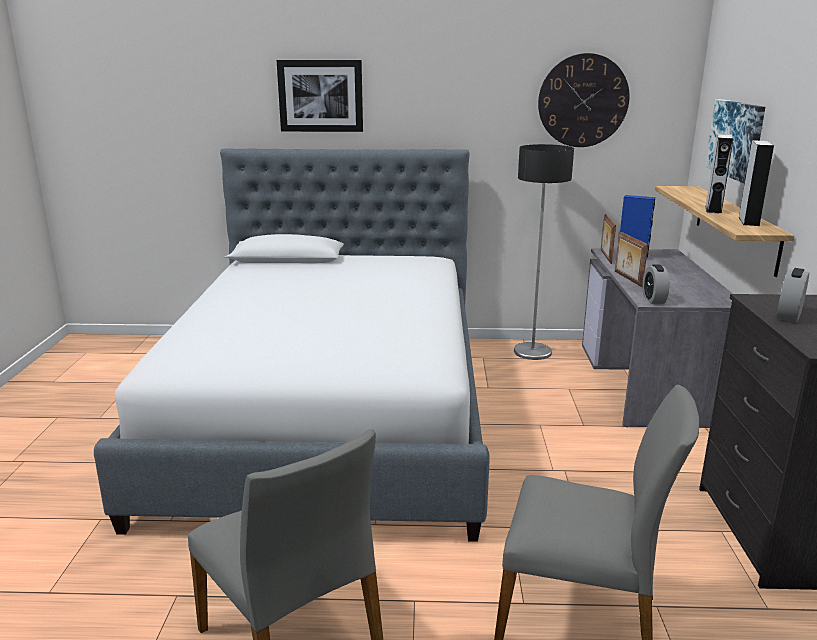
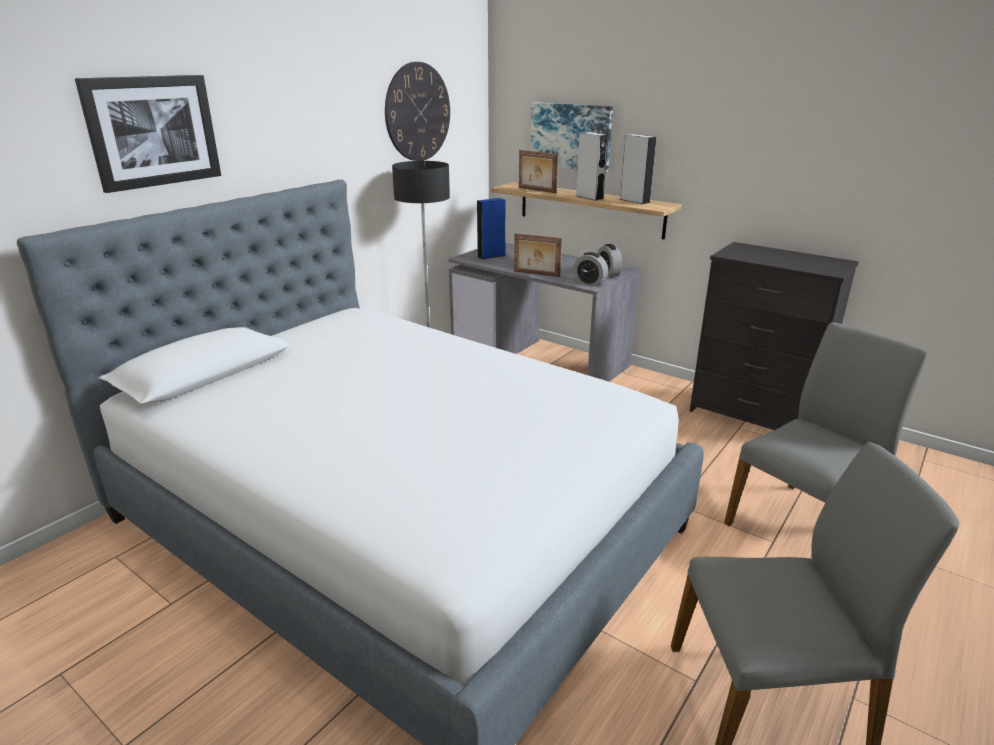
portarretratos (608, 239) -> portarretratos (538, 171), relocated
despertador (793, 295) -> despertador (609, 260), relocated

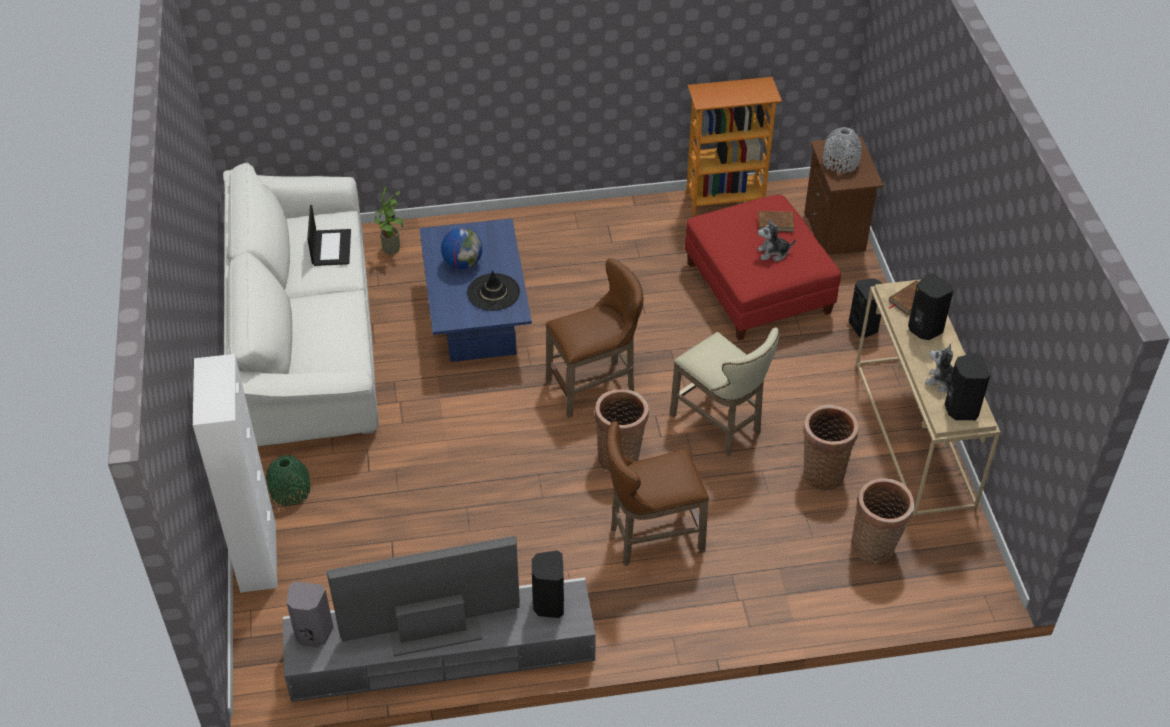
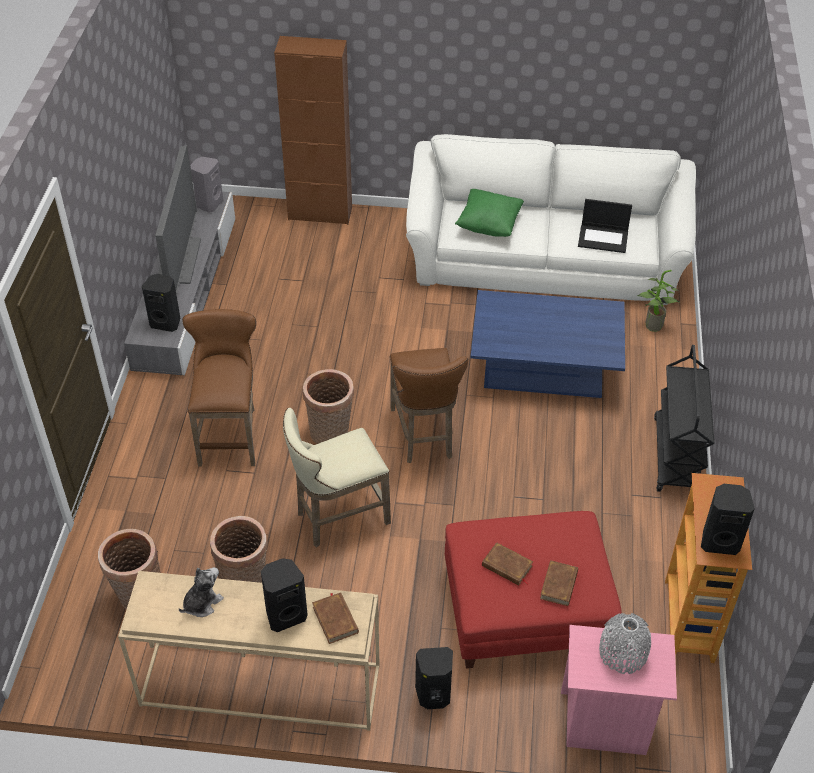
mesita de noche/marrón (844, 195) -> mesita de noche/rosa (619, 690)
peluche (776, 240) -> libro/marrón (507, 563)
globo terráqueo (461, 248) -> none
sombrero/negro (493, 290) -> none
altavoz/negro (967, 386) -> altavoz/negro (728, 519), relocated
armario/blanco (235, 473) -> armario/marrón (313, 130)
florero/verde (288, 480) -> none
none -> cojín/verde (489, 213)
none -> carrito/negro (684, 418)

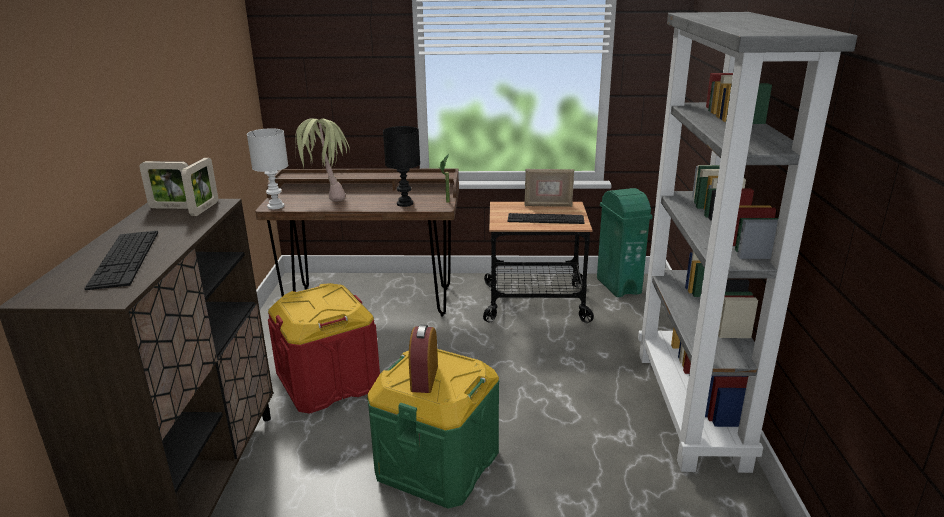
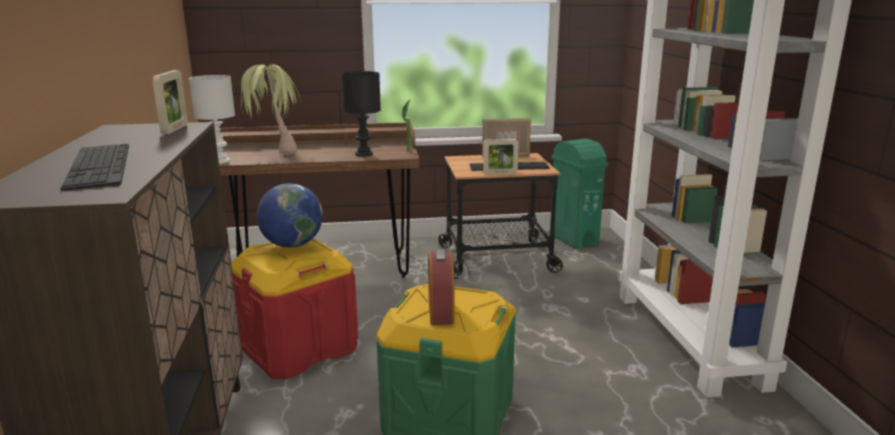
portarretratos (163, 185) -> portarretratos (501, 156), relocated
none -> globo terráqueo (290, 215)

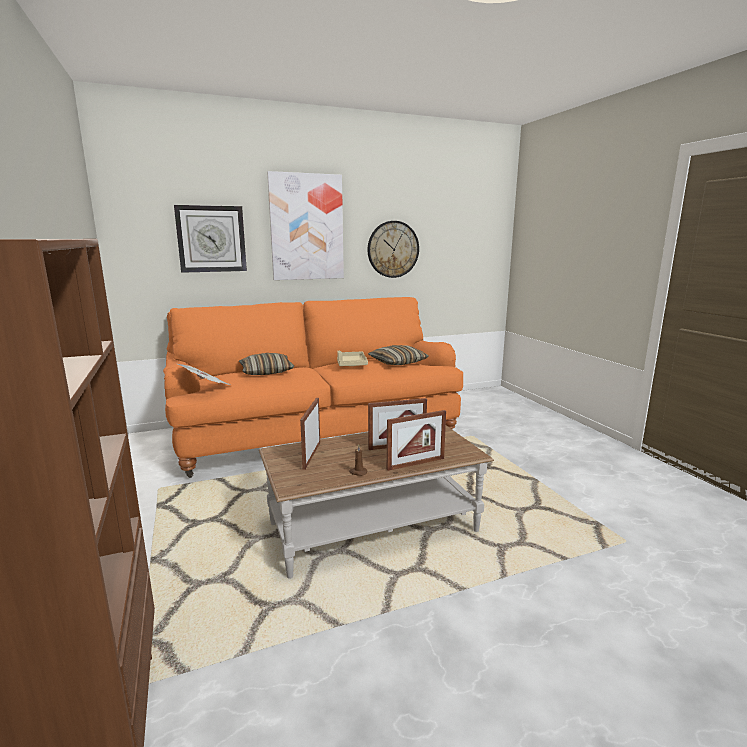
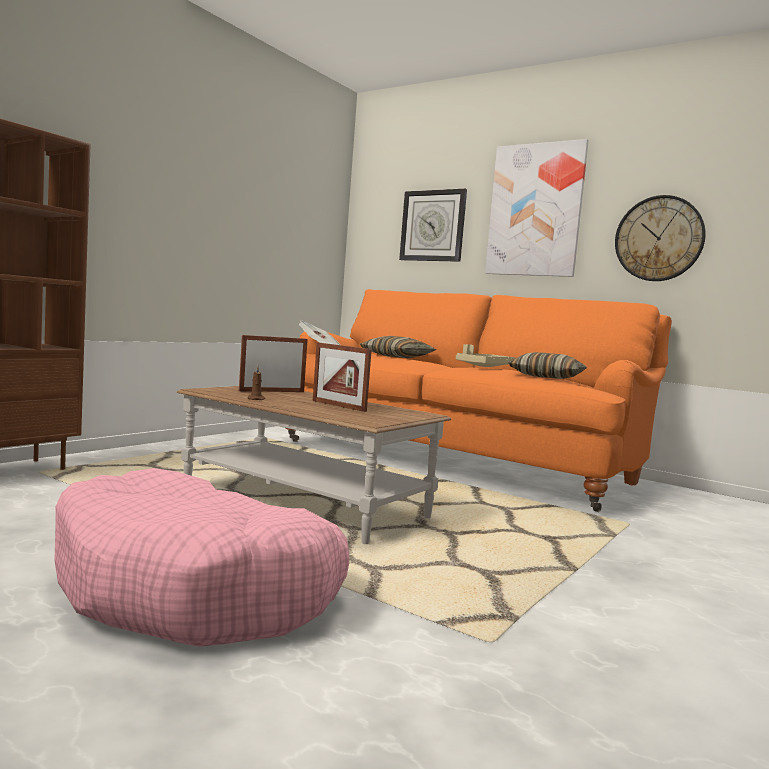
portarretratos (416, 440) -> none
none -> cama para perro/rosa (201, 557)

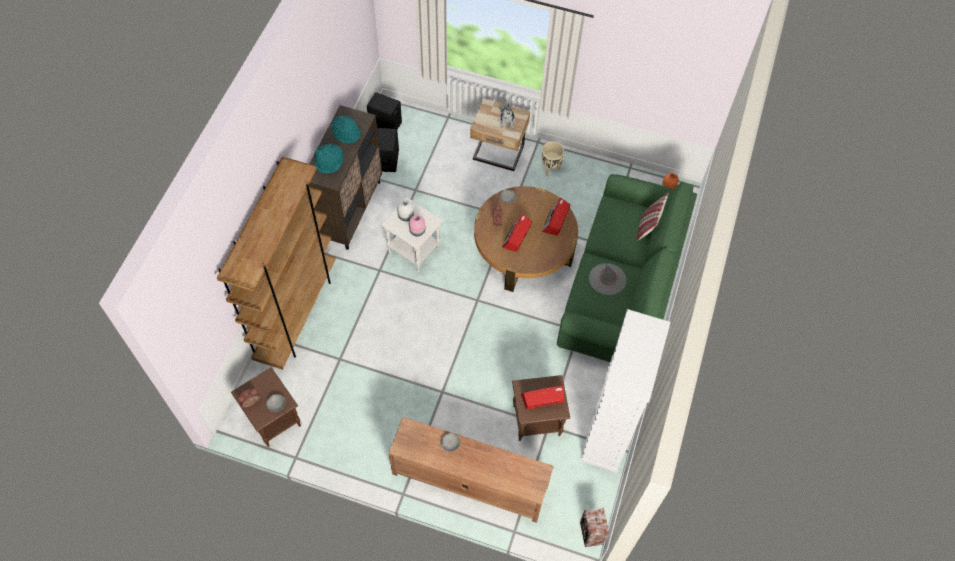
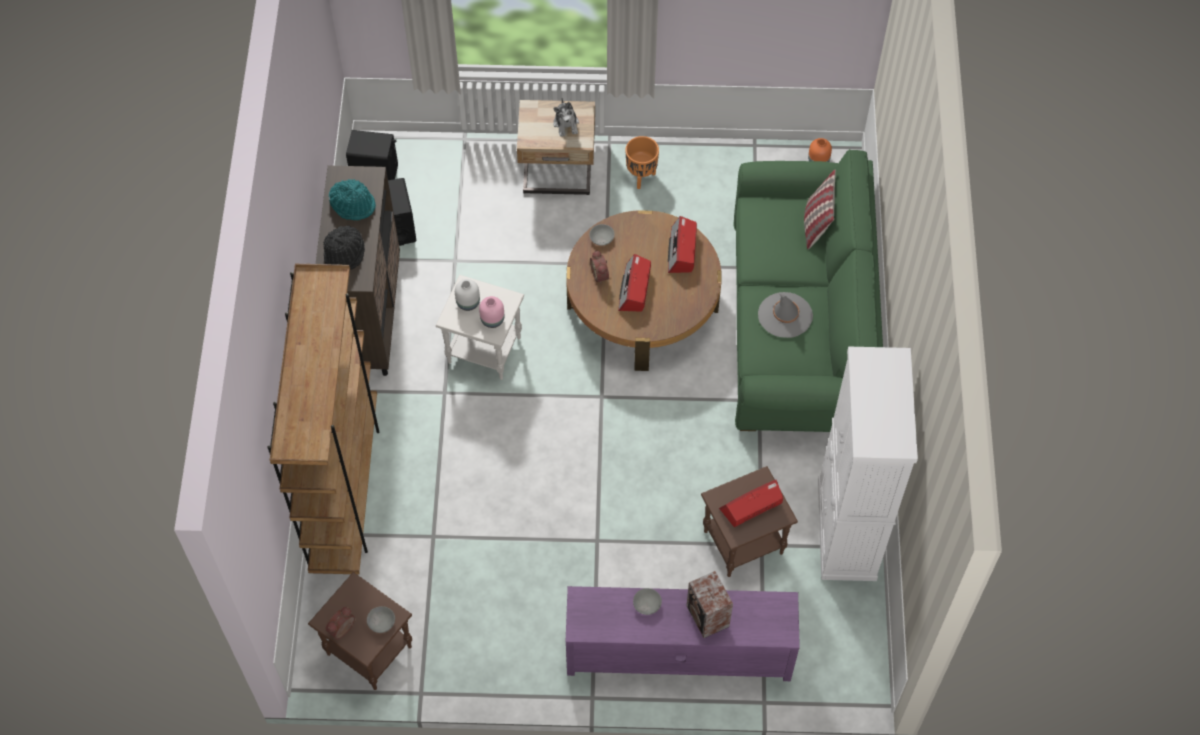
maceta/beis (553, 159) -> maceta/naranja (642, 162)
sombrero/turquesa (329, 159) -> sombrero/negro (344, 248)
mueble de televisión/marrón (471, 470) -> mueble de televisión/morado (682, 633)
altavoz (594, 527) -> altavoz (709, 604), relocated

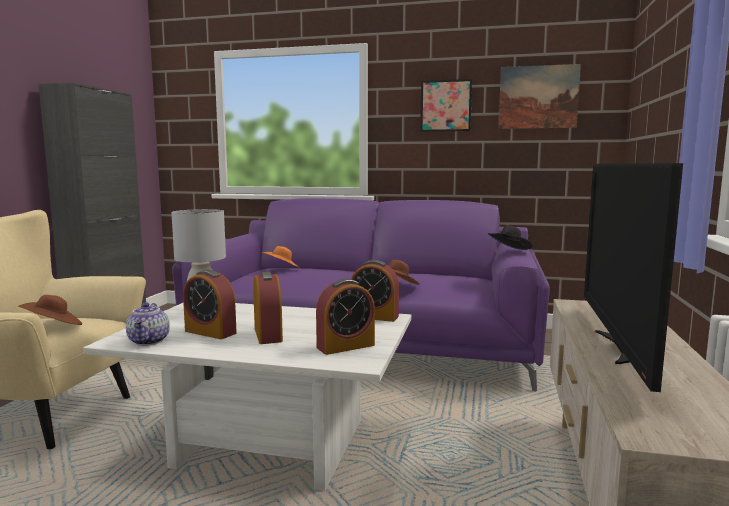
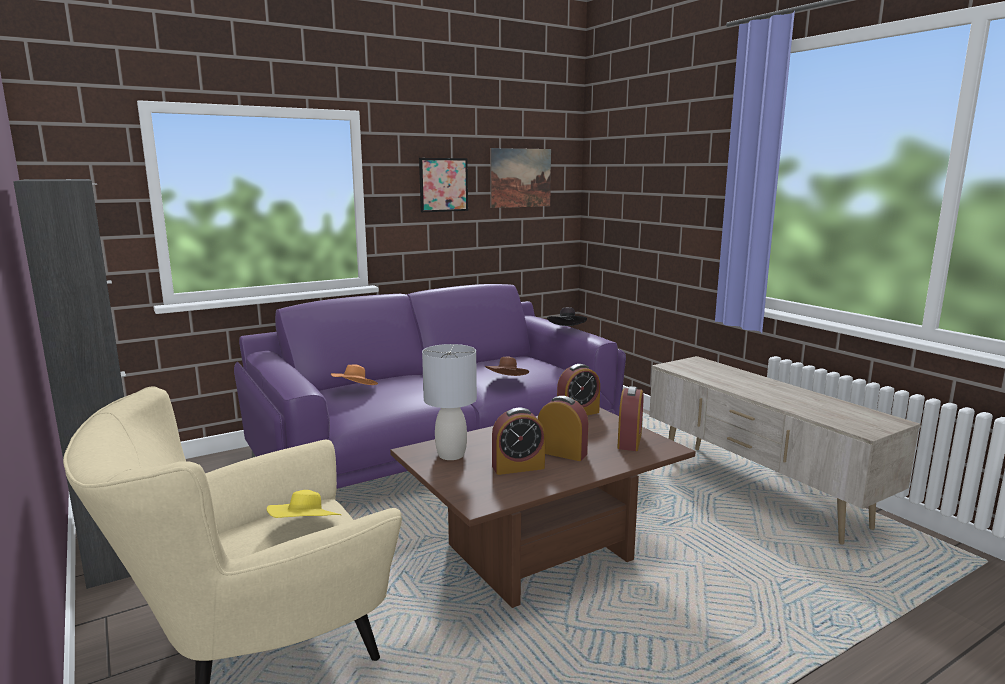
televisor (633, 277) -> none
sombrero/marrón (50, 310) -> sombrero/amarillo (304, 504)
tetera (148, 324) -> none
mesa de centro/blanco (247, 397) -> mesa de centro/marrón (543, 507)

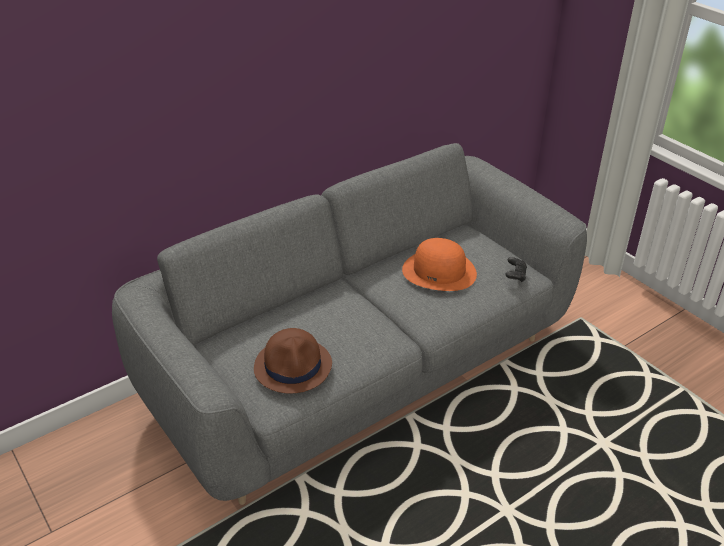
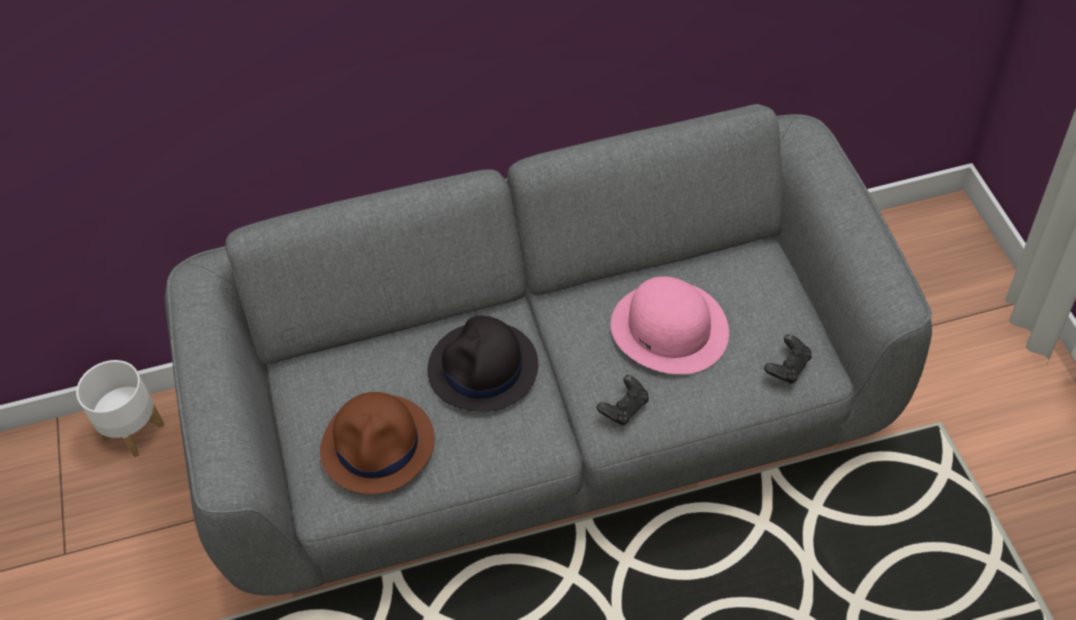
sombrero/naranja (439, 264) -> sombrero/rosa (670, 325)
none -> sombrero/negro (483, 364)
none -> maceta/blanco (120, 408)
none -> mando de consola/negro (623, 400)

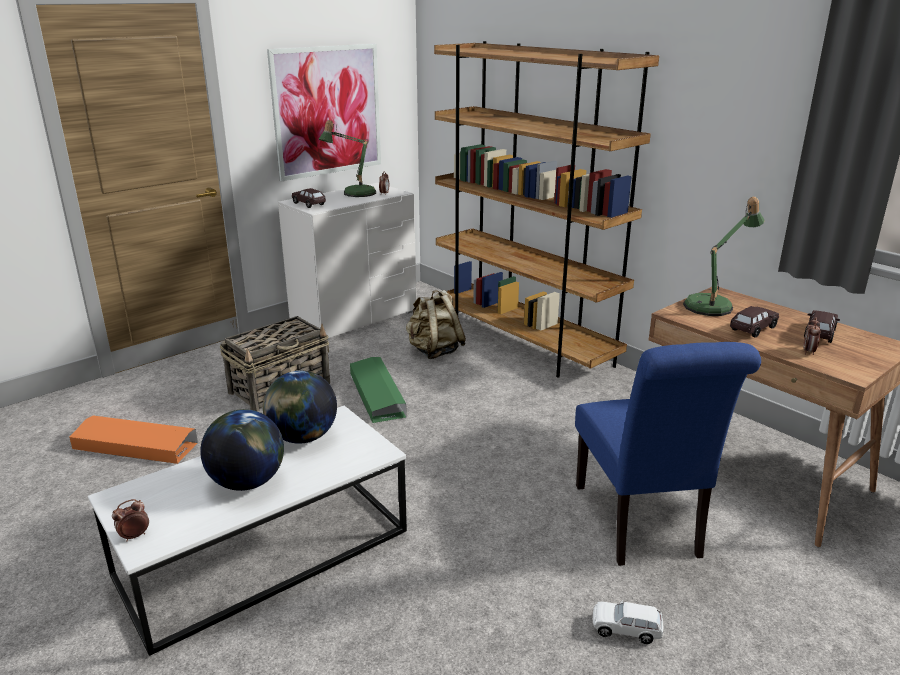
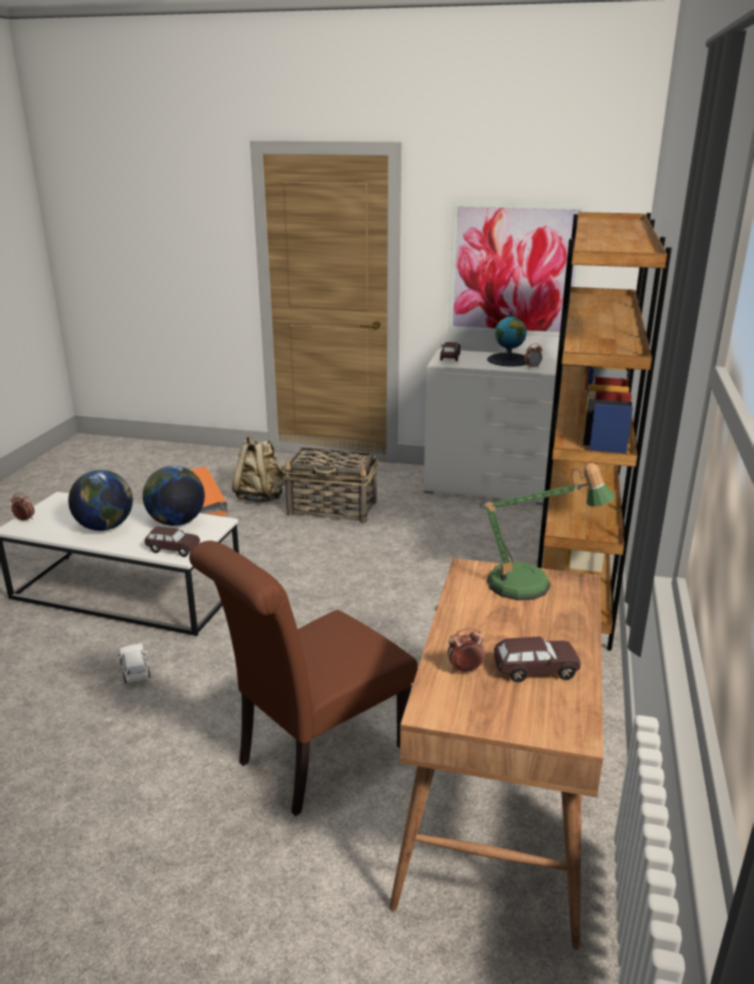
lámpara de mesa (347, 158) -> globo terráqueo (507, 339)
mochila/beis (436, 324) -> mochila/beis (258, 469), relocated
coche de juguete/marrón (754, 322) -> coche de juguete/marrón (172, 541), relocated
silla/azul (668, 454) -> silla/marrón (303, 679)
caja de almacenaje/verde (378, 390) -> none
coche de juguete/blanco (628, 622) -> coche de juguete/blanco (134, 663), relocated

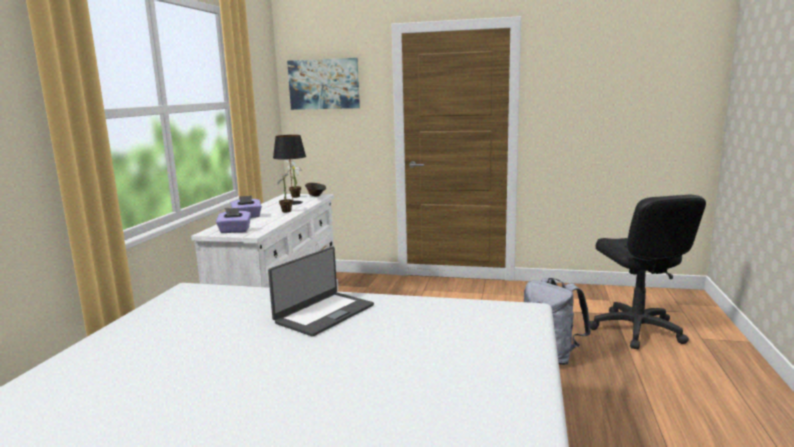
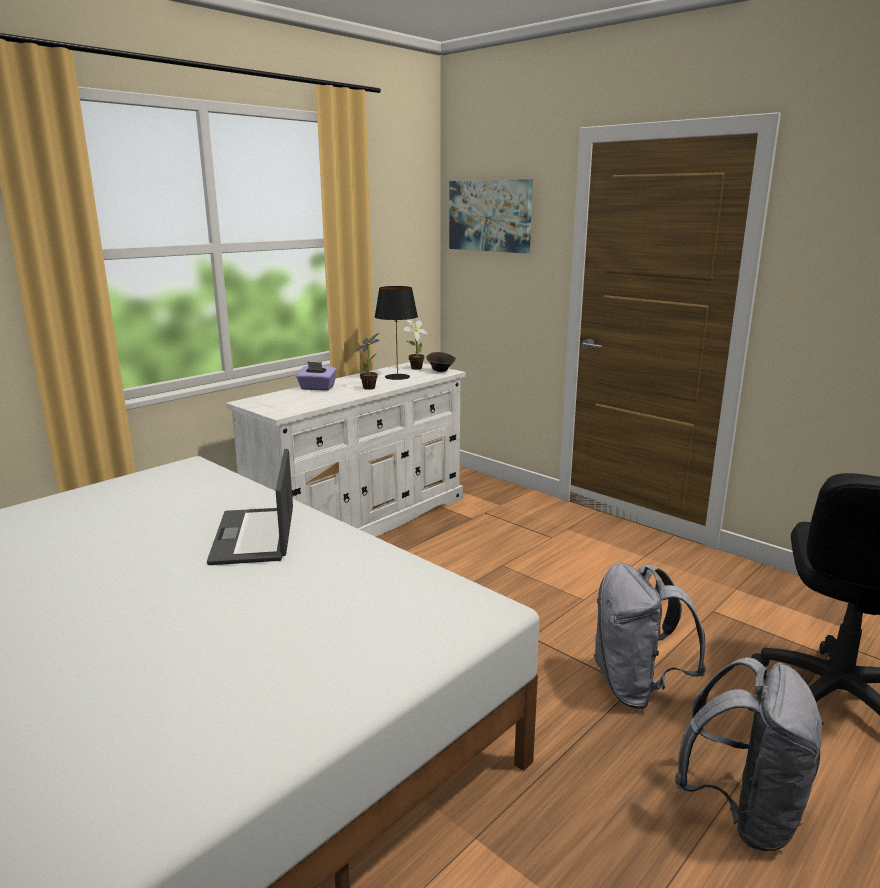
caja de pañuelos/morado (233, 220) -> none
portátil (321, 292) -> portátil (250, 507), 105 degrees clockwise
none -> mochila/gris (749, 754)

